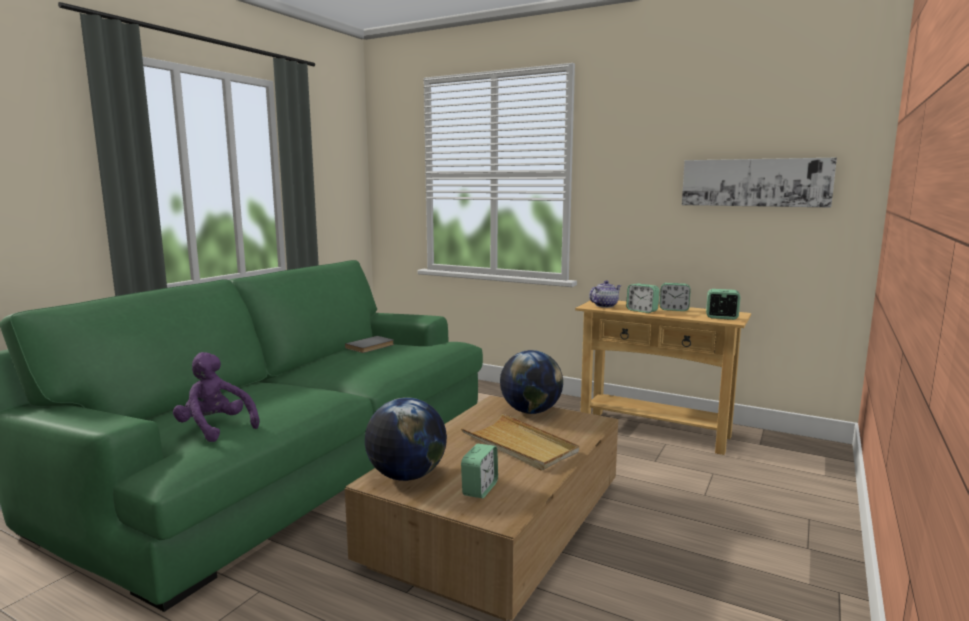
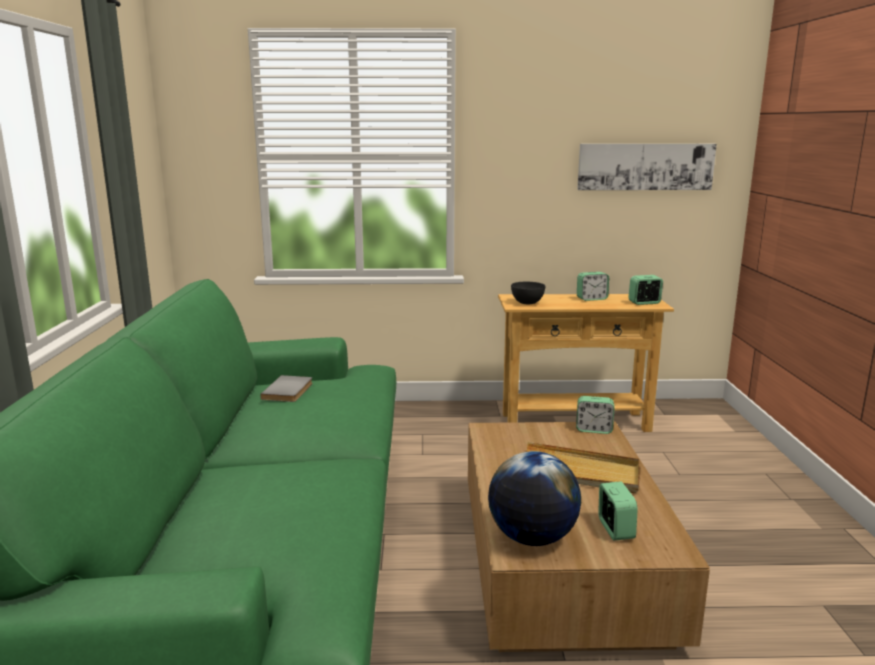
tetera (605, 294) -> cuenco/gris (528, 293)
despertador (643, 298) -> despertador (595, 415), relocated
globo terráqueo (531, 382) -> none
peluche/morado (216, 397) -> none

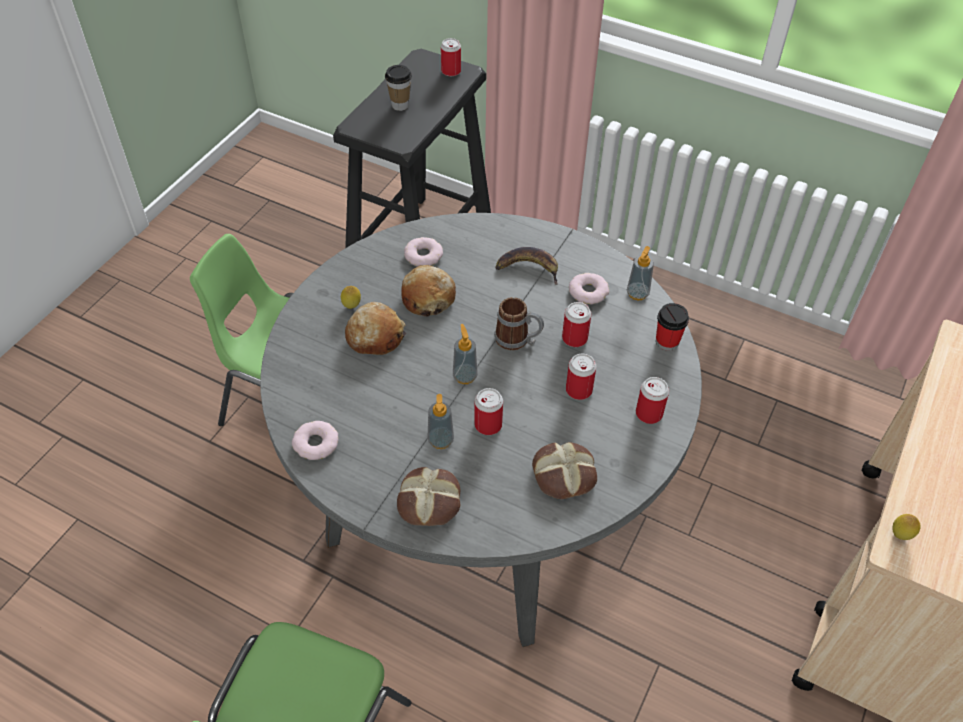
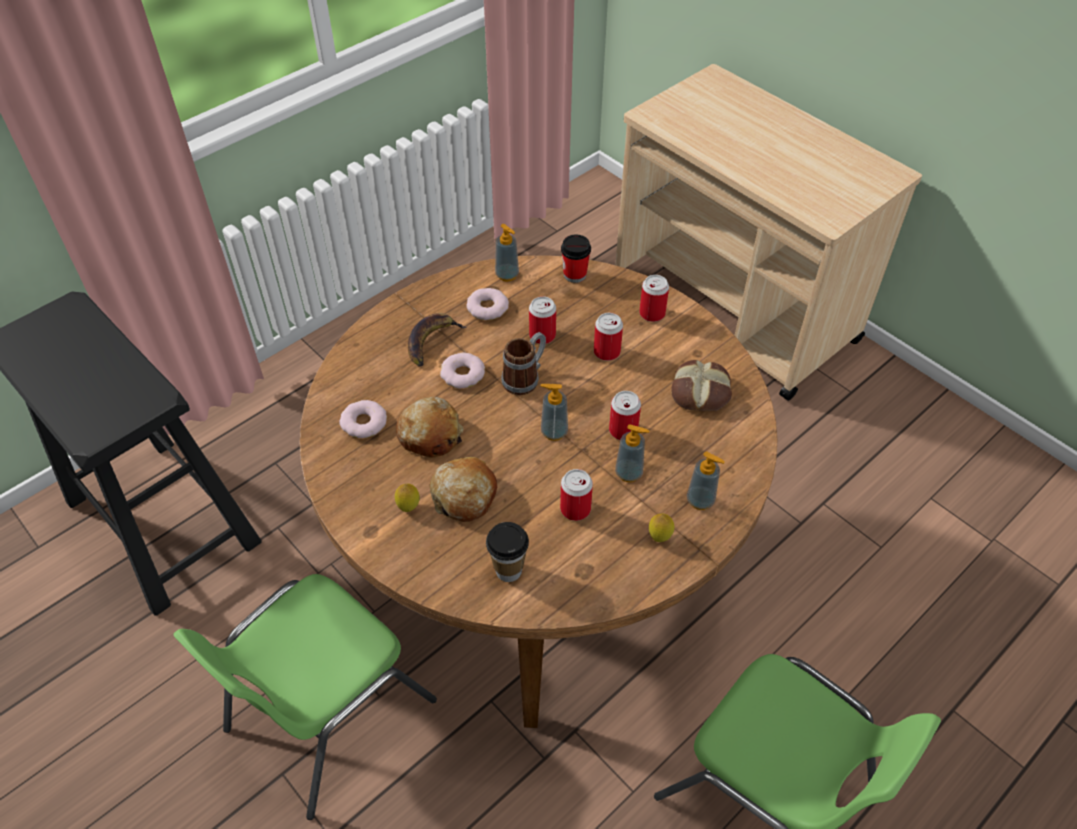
lata (451, 57) -> lata (576, 495), relocated
taza (398, 88) -> taza (507, 552), relocated
mesa de comedor/gris (481, 430) -> mesa de comedor/marrón (538, 491)
rosquilla (315, 440) -> rosquilla (462, 370), relocated
pan (428, 496) -> dispensador de jabón (706, 480)
limón (907, 527) -> limón (661, 528), relocated

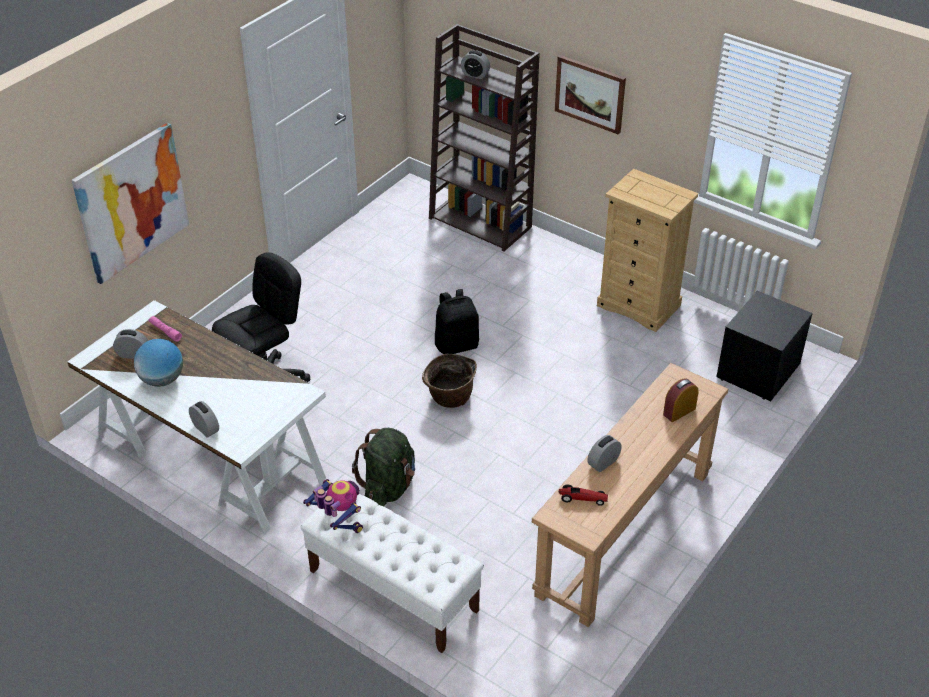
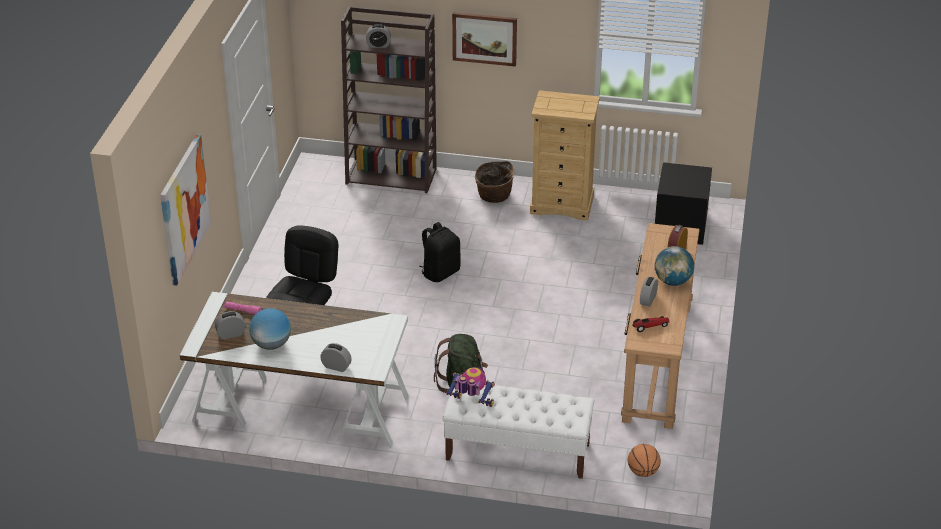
cesta (449, 381) -> cesta (494, 182), relocated
none -> globo terráqueo (674, 266)
none -> balón de baloncesto (644, 460)

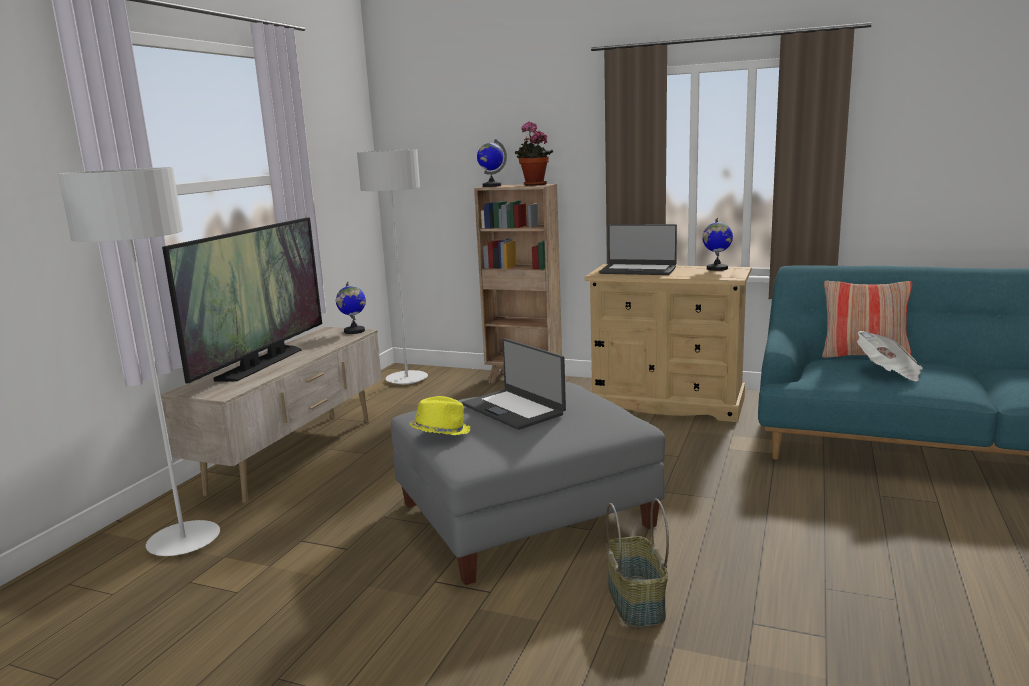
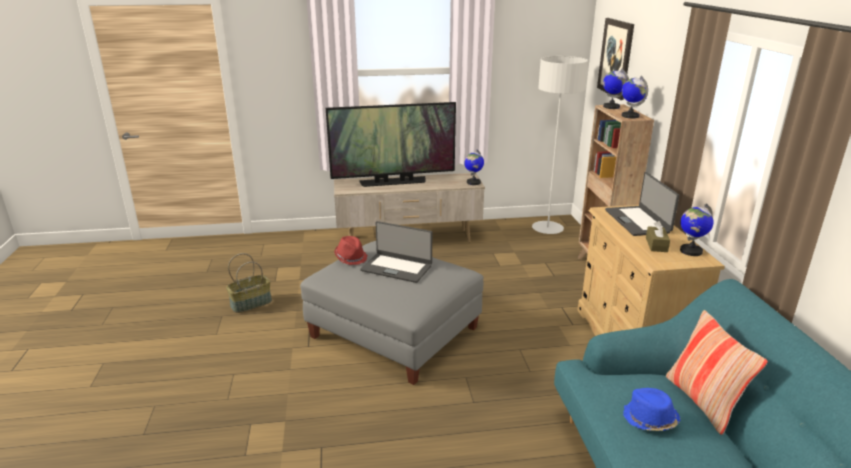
planta en maceta (534, 153) -> globo terráqueo (635, 97)
lámpara de pie/gris (139, 361) -> none
periódico (890, 356) -> sombrero/azul (652, 409)
portátil (514, 384) -> portátil (396, 252), 90 degrees counterclockwise
sombrero/amarillo (440, 415) -> sombrero/rojo (350, 250)
cesta (637, 563) -> cesta (249, 283), relocated
none -> cuadro (615, 59)
none -> caja de pañuelos/marrón (658, 236)

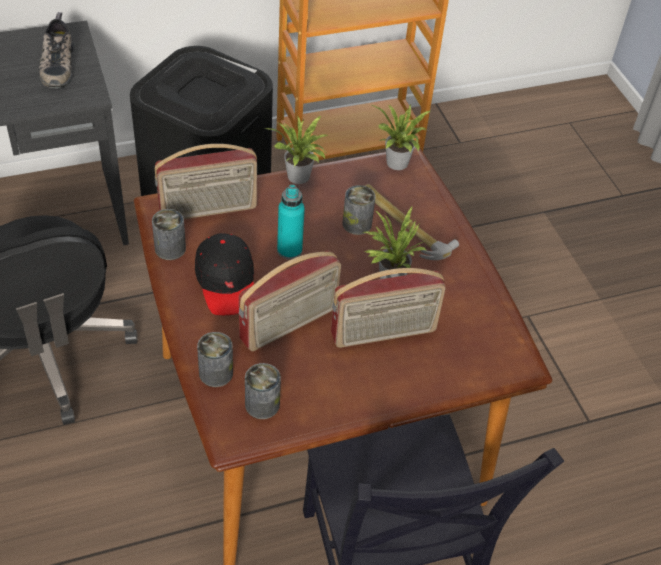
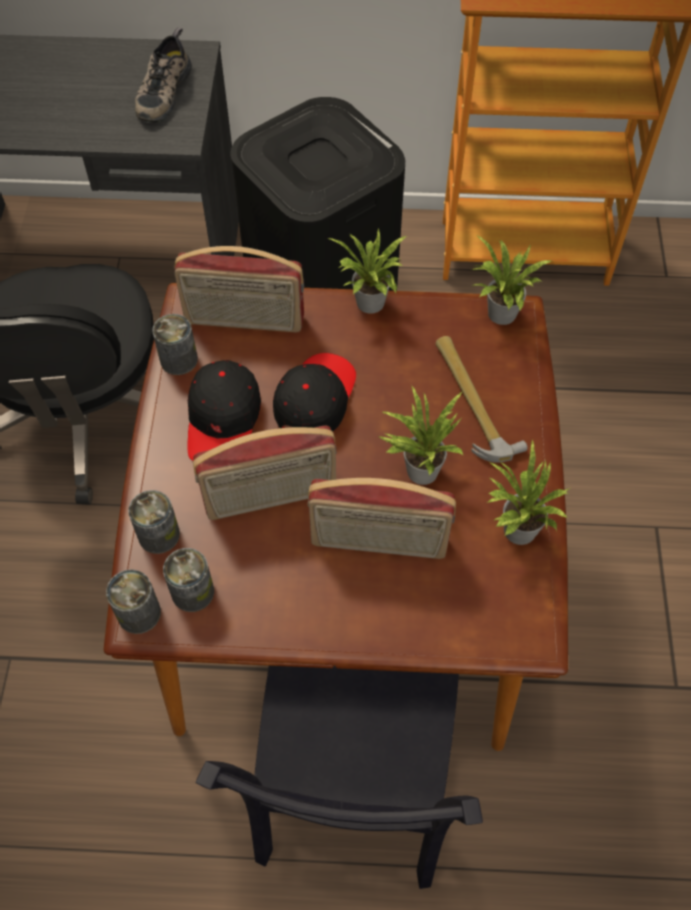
botella/turquesa (291, 222) -> gorra/negro (314, 392)
lata (358, 210) -> lata (133, 601), relocated
none -> planta en maceta (528, 492)

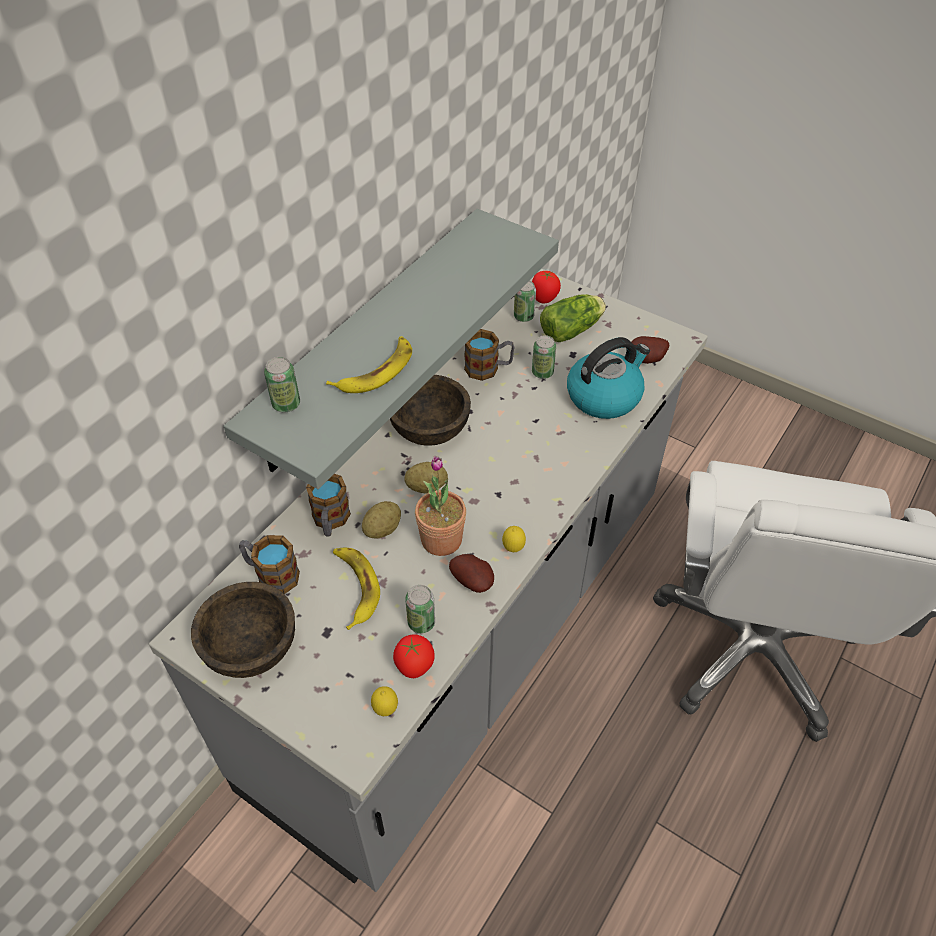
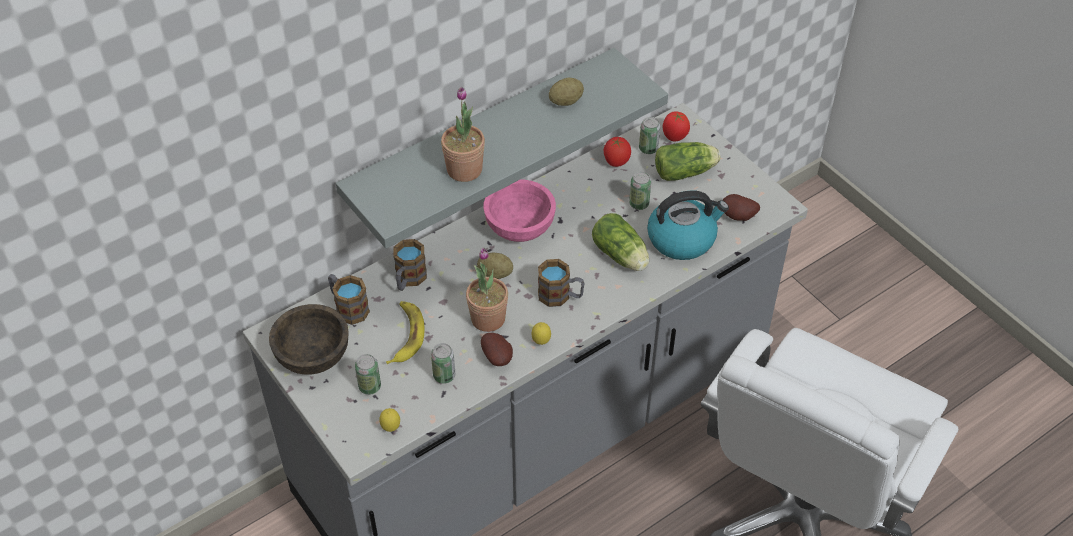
taza grande (489, 355) -> taza grande (561, 283), relocated
plátano (369, 364) -> planta en maceta (463, 134)
lata (282, 384) -> lata (368, 374), relocated
cuenco/marrón (430, 410) -> cuenco/rosa (519, 210)
patata (381, 520) -> patata (566, 92), relocated
tomate (414, 656) -> tomate (617, 152), relocated
none -> lechuga (620, 242)

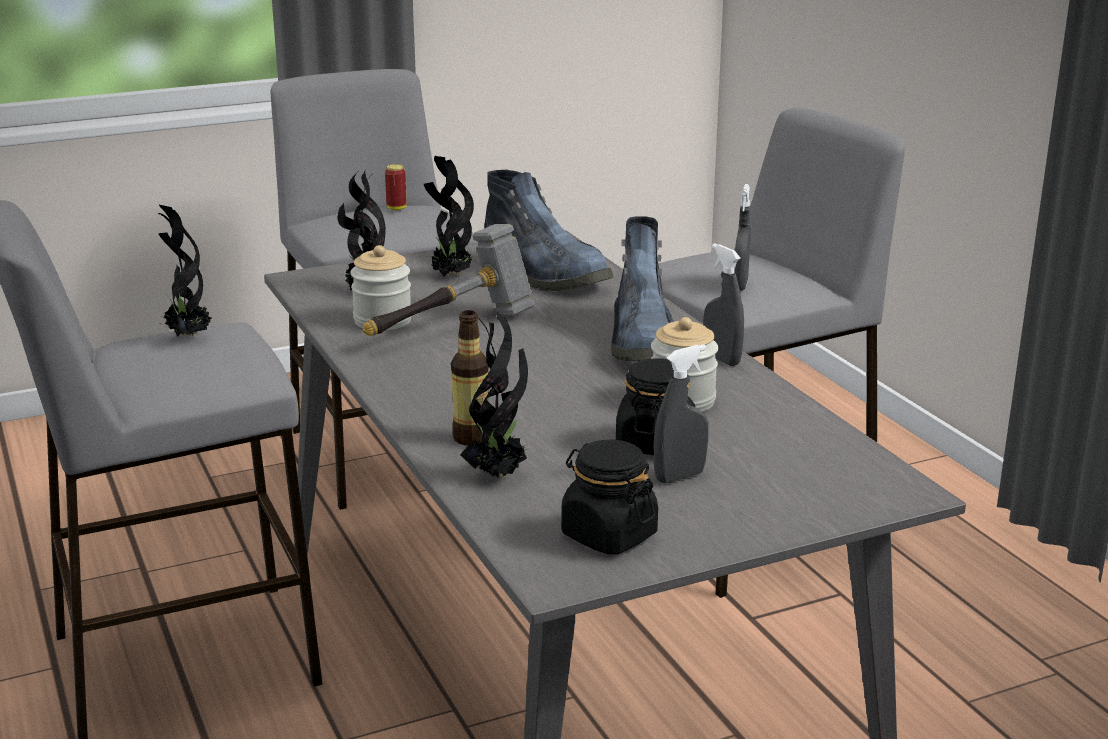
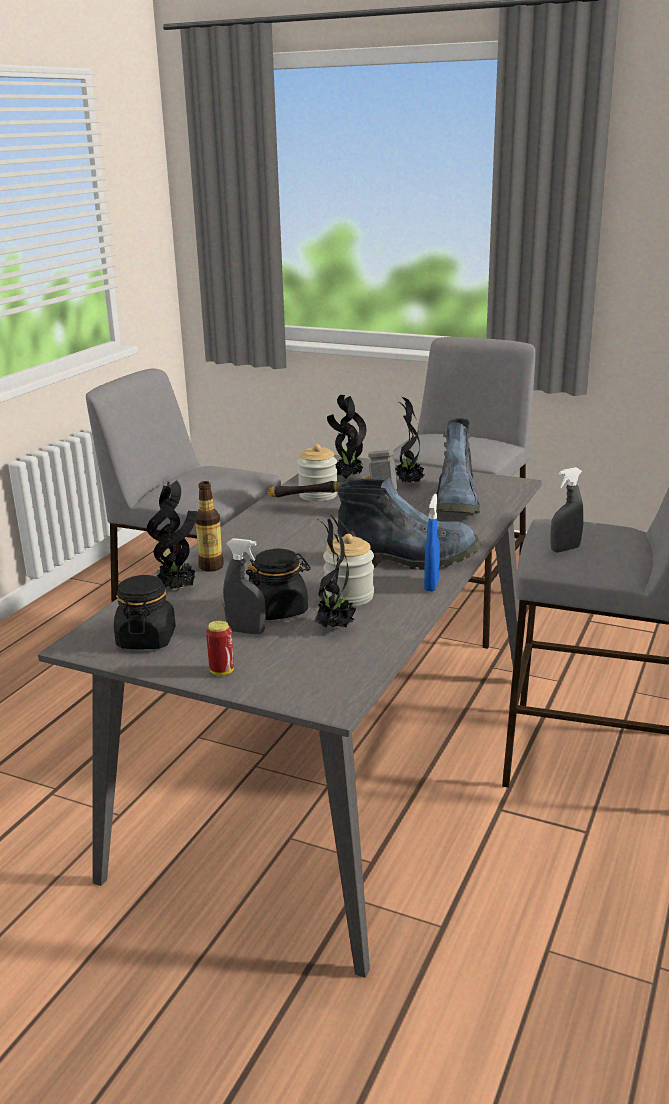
lata (396, 187) -> lata (220, 648), relocated
planta en maceta (184, 271) -> planta en maceta (335, 571), relocated
bota (642, 288) -> bota (410, 523), 135 degrees counterclockwise
pulverizador/gris (723, 304) -> pulverizador/azul (432, 542)

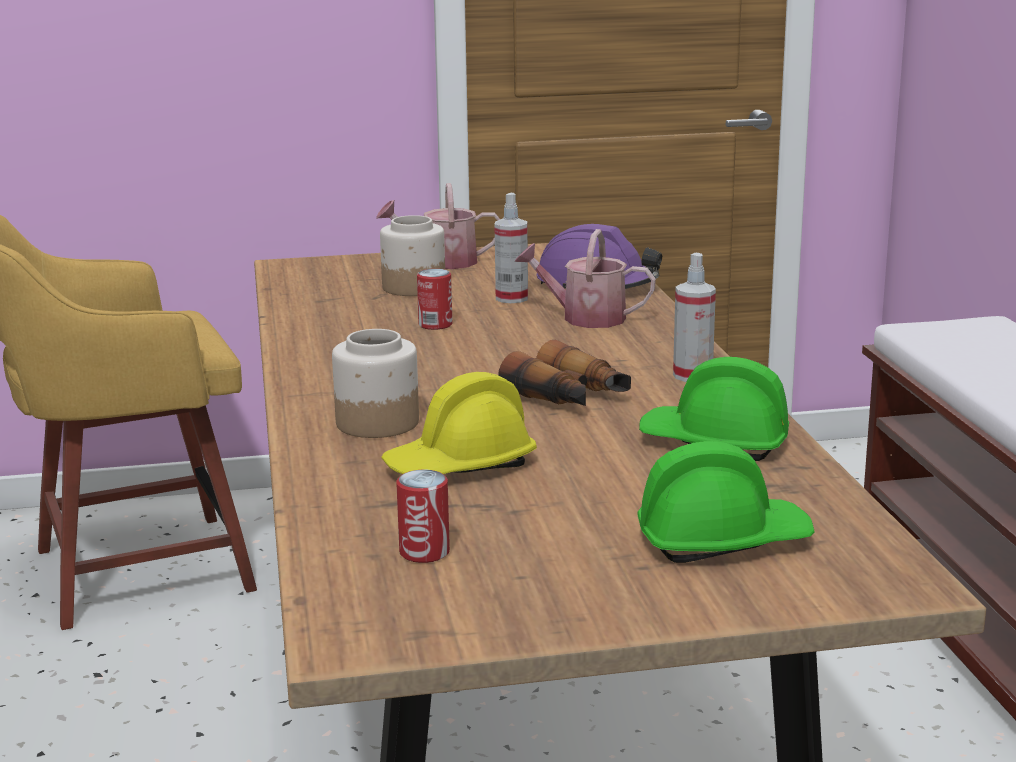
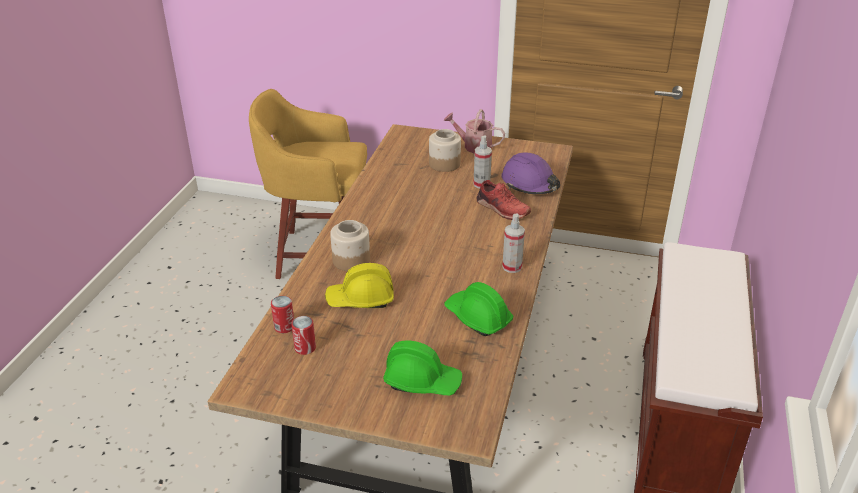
regadera (585, 278) -> zapato/rojo (504, 200)
lata (434, 299) -> lata (282, 314), relocated
prismáticos (564, 373) -> none

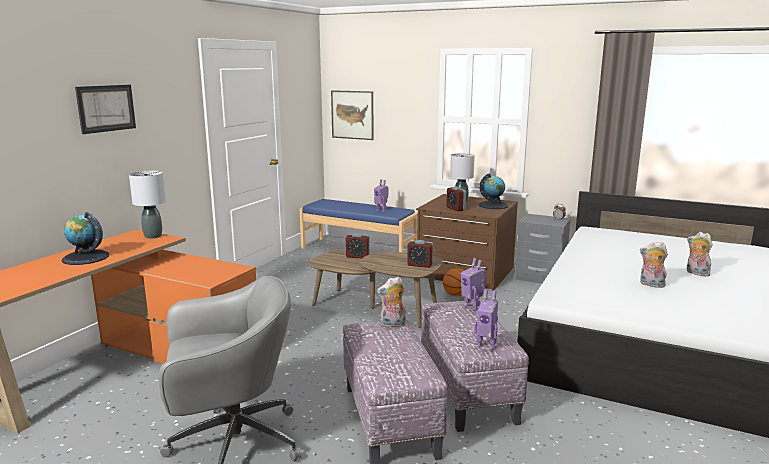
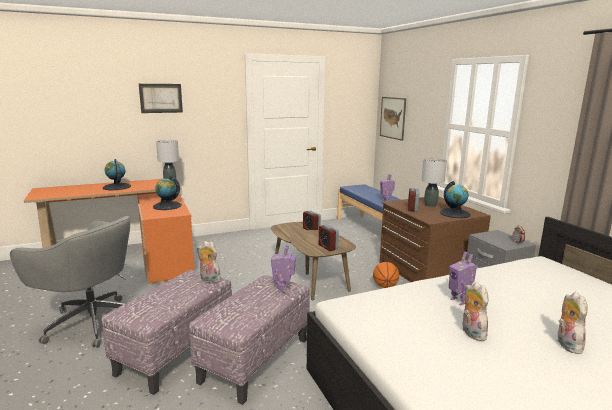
robot de juguete (486, 319) -> robot de juguete (463, 278), relocated
none -> globo terráqueo (167, 193)

